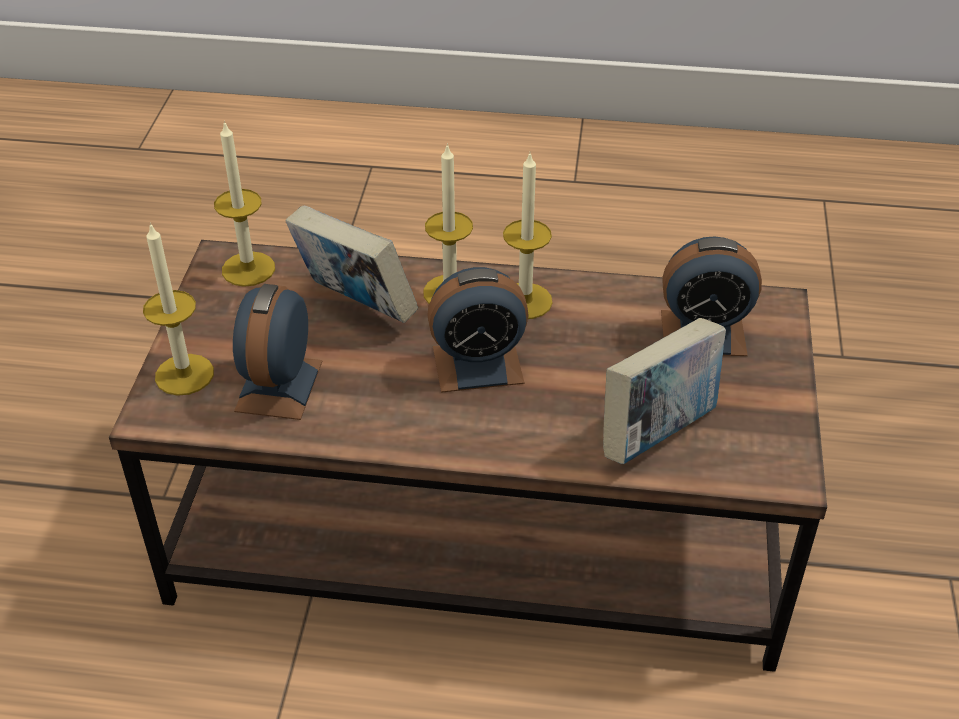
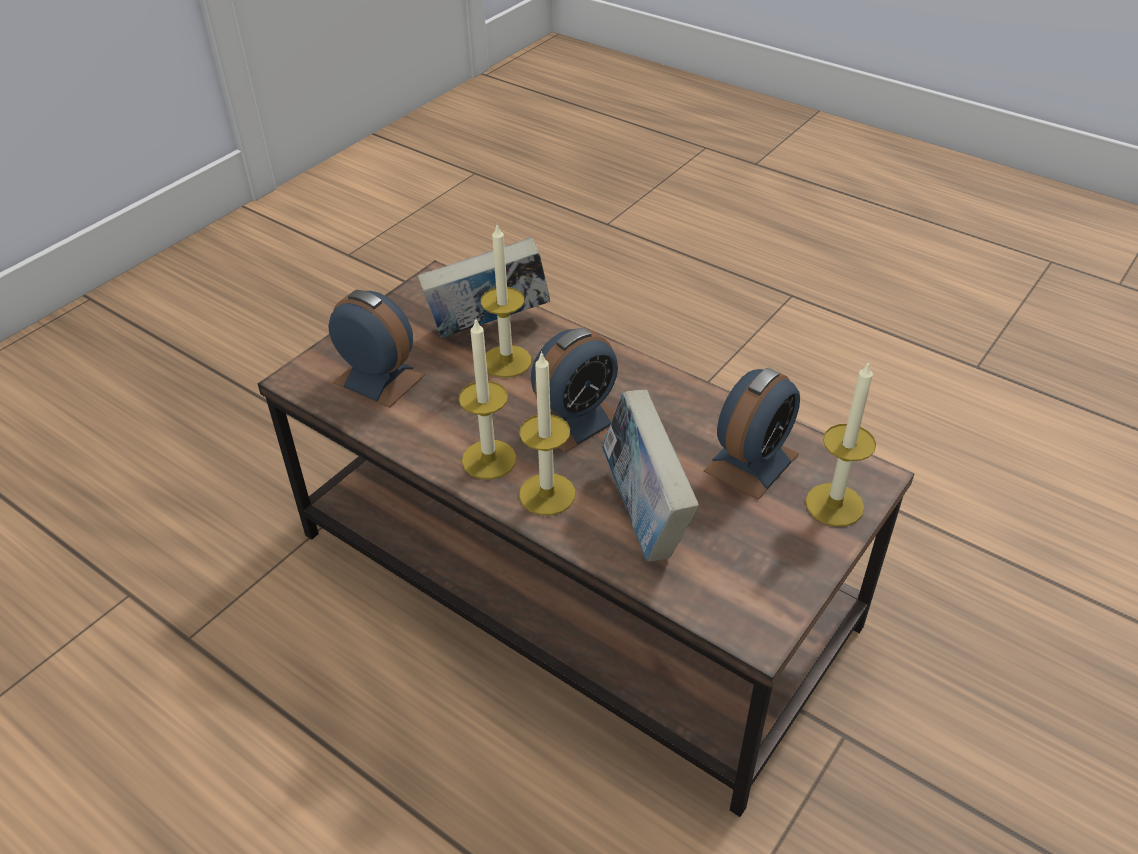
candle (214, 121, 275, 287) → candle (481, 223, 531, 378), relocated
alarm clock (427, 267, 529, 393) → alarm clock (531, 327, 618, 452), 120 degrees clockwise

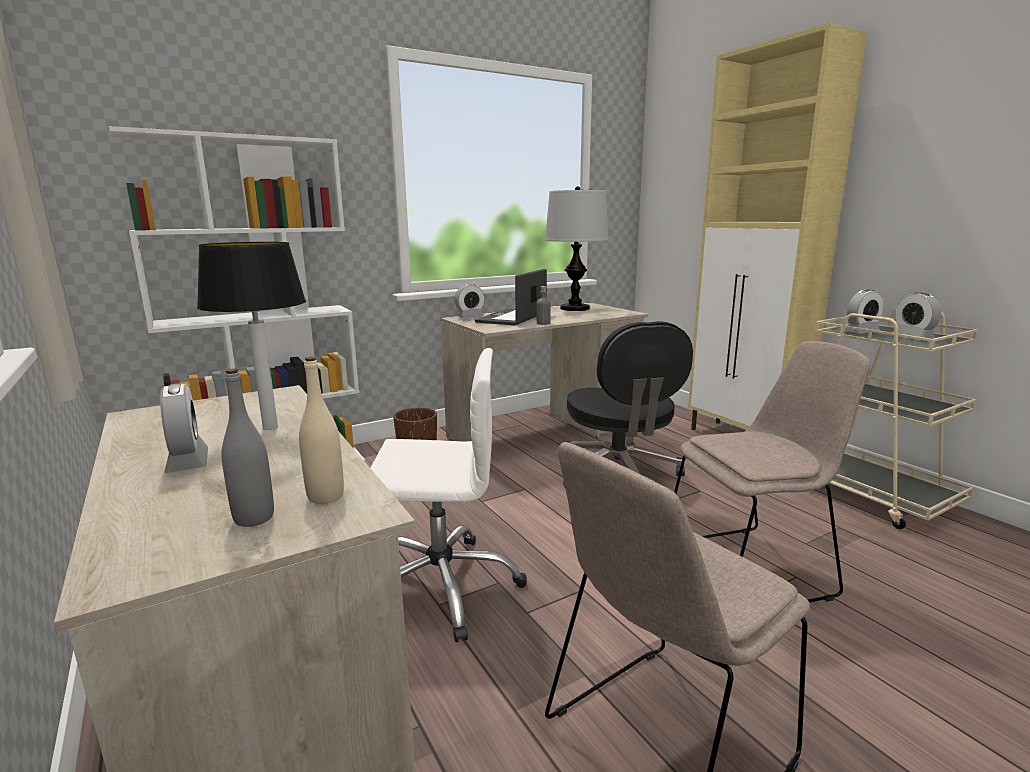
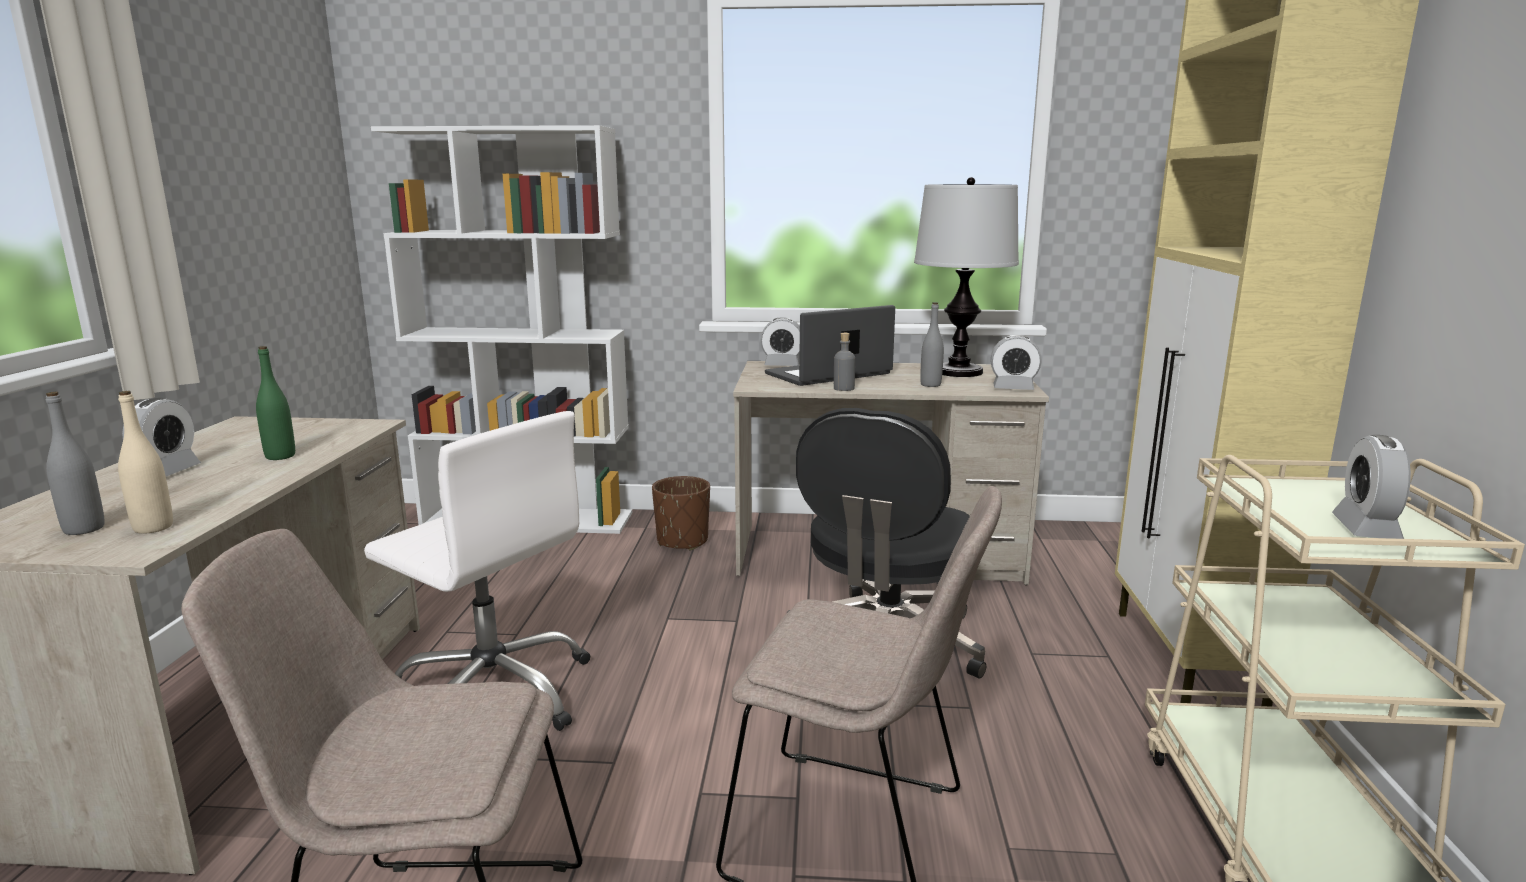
table lamp (197, 242, 306, 430) → bottle (green) (256, 346, 295, 460)
- → bottle (grey) (920, 302, 944, 387)
alarm clock (844, 290, 884, 334) → alarm clock (991, 335, 1042, 390), relocated

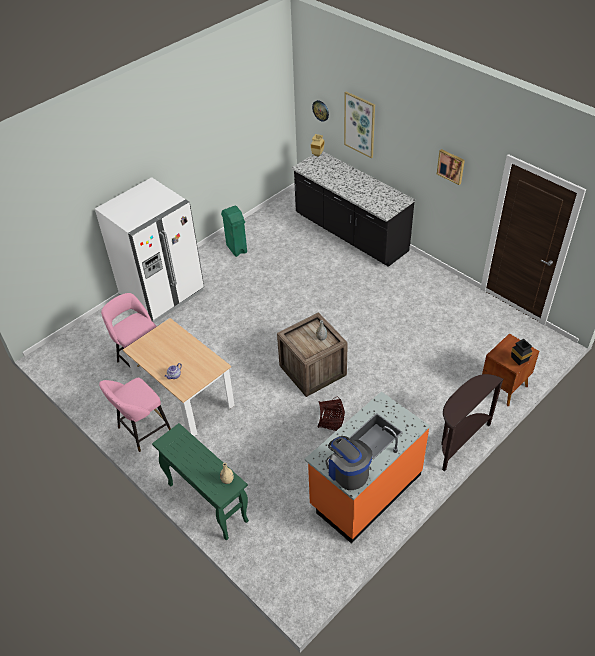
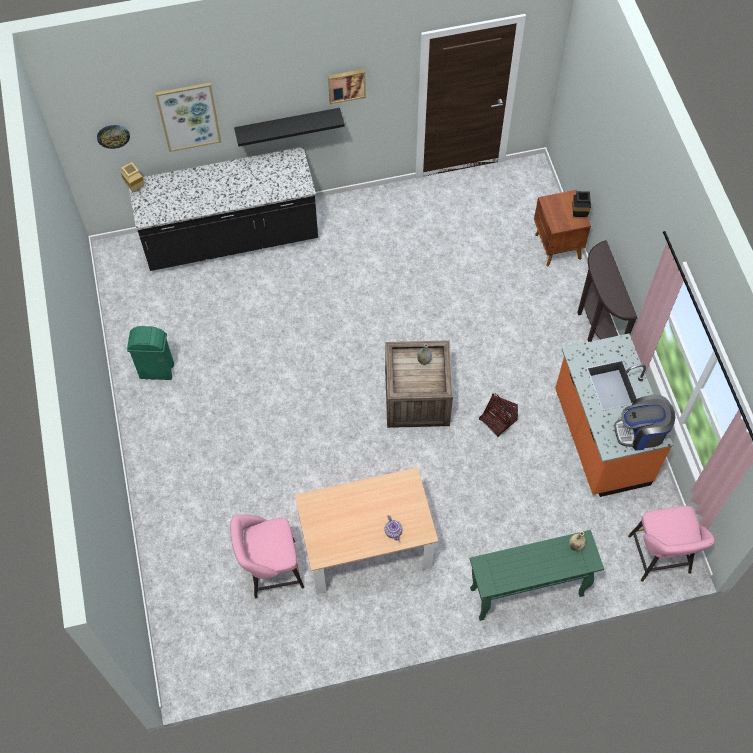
- → shelf (black) (234, 108, 345, 146)
stool (pink) (99, 378, 171, 452) → stool (pink) (628, 506, 715, 582), relocated
fridge (white) (95, 177, 204, 323) → -

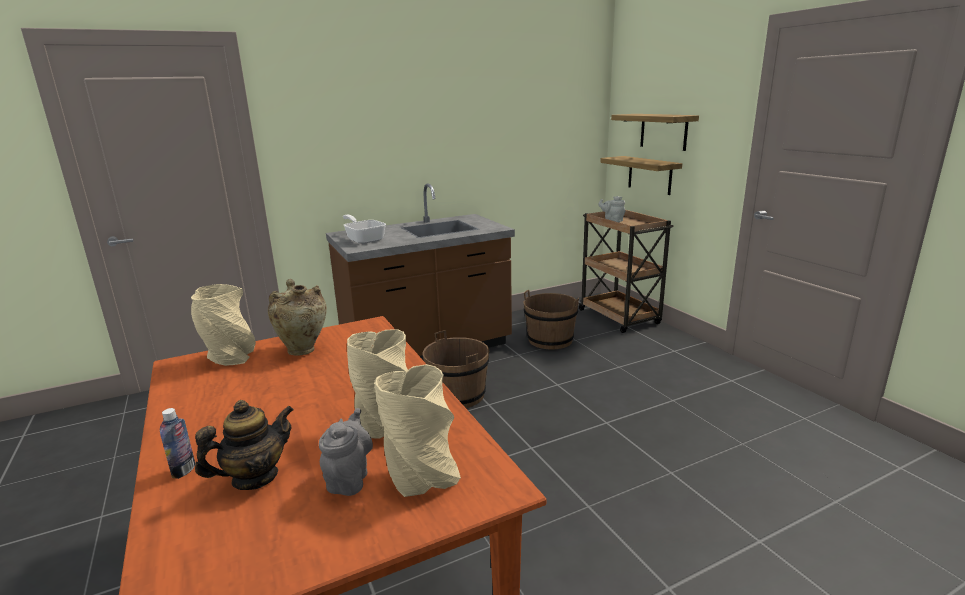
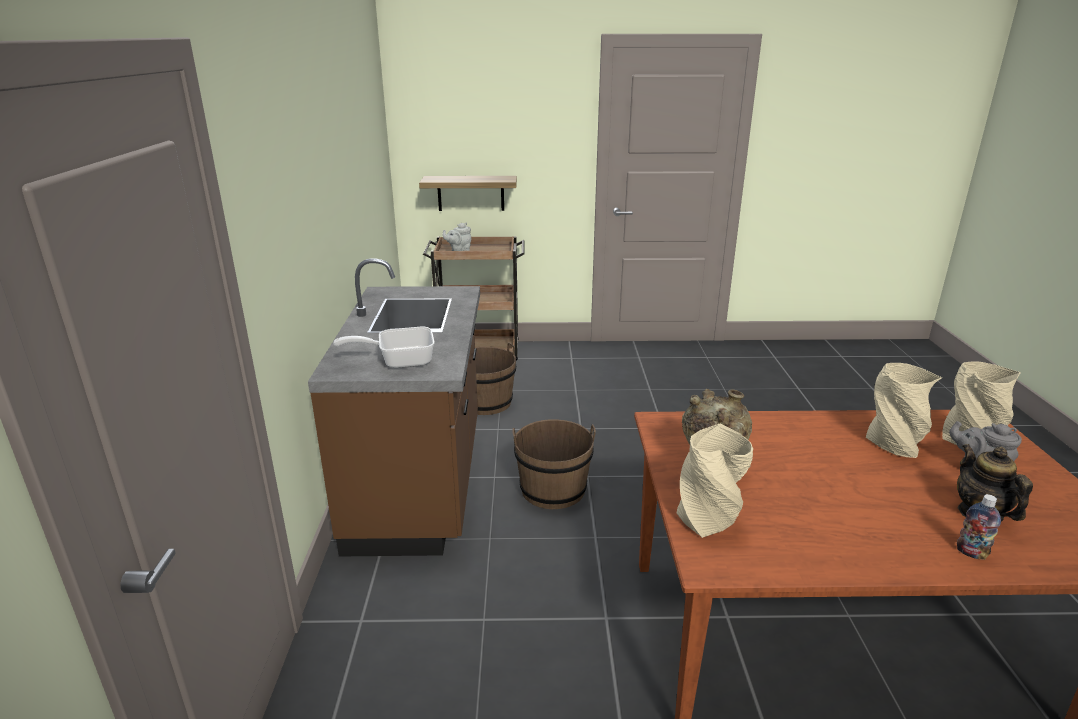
shelf (611, 114, 699, 151) → -

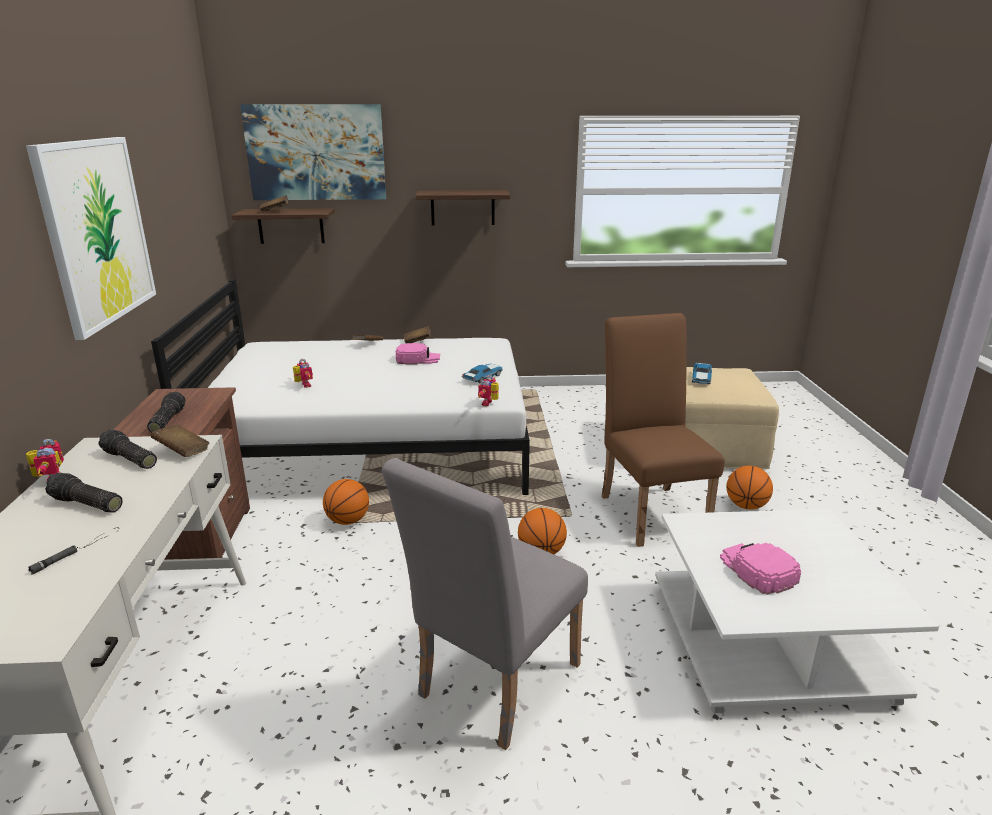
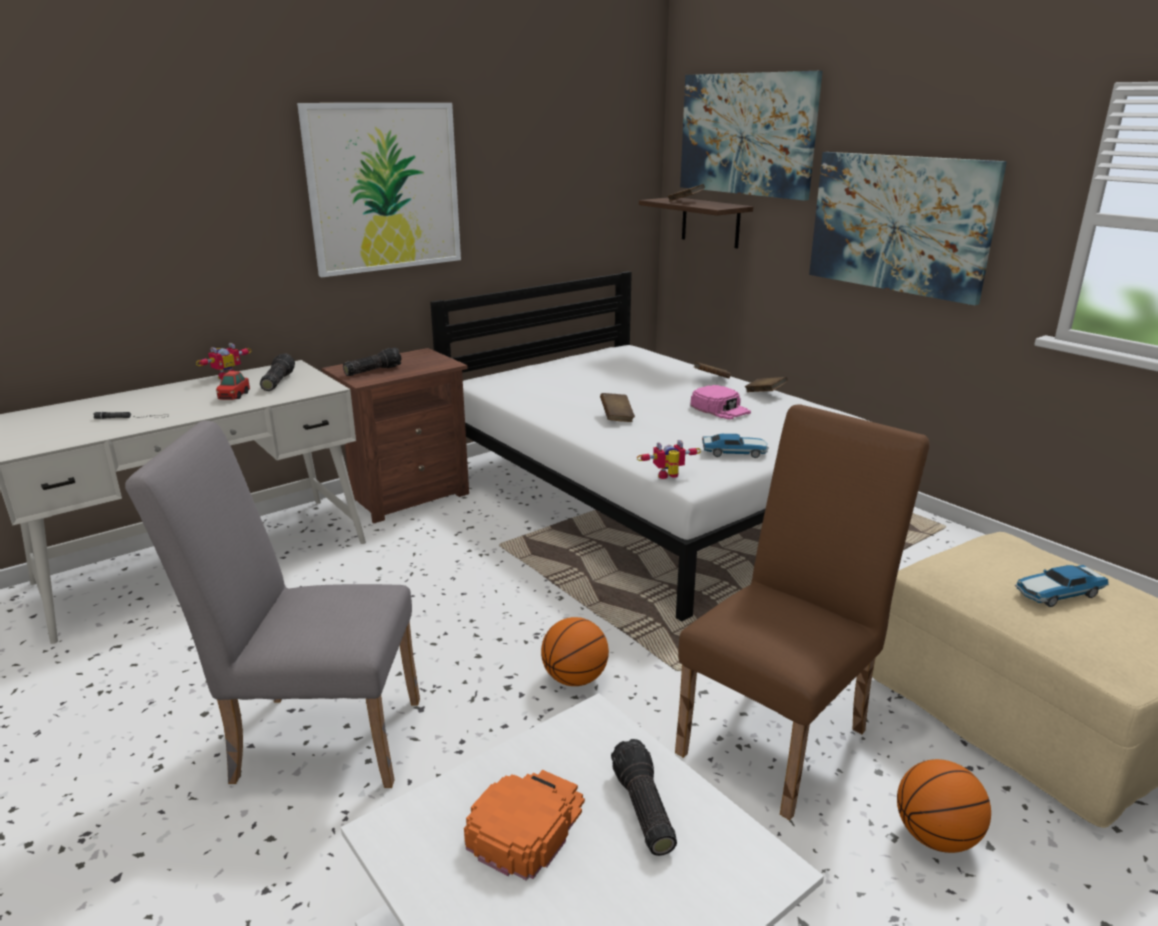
- → toy car (216, 371, 250, 400)
cap (pink) (720, 543, 801, 595) → cap (orange) (464, 770, 585, 881)
book (brown) (151, 424, 209, 457) → book (brown) (600, 393, 635, 422), relocated
flashlight (45, 473, 123, 513) → flashlight (611, 739, 677, 856), relocated
shelf (416, 190, 510, 226) → picture (809, 152, 1007, 305)
toy robot (293, 359, 313, 388) → -
basketball (323, 479, 369, 525) → -

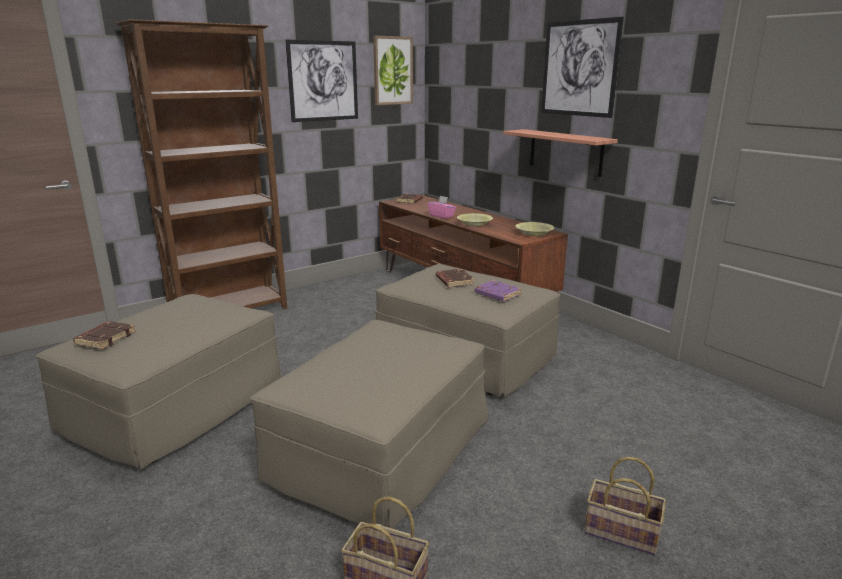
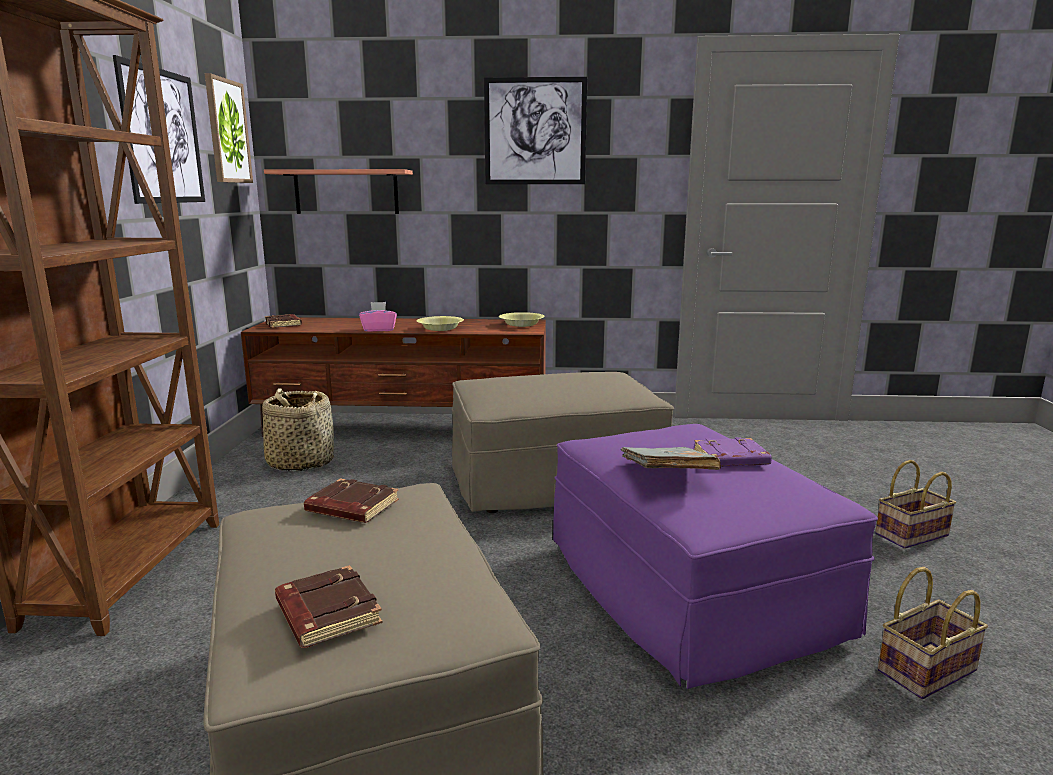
- → basket (262, 388, 334, 472)
shelf (503, 129, 618, 177) → shelf (264, 169, 413, 214), relocated
book (brown) (436, 269, 474, 287) → book (brown) (304, 479, 399, 523), relocated
ottoman (beige) (250, 320, 489, 529) → ottoman (purple) (553, 424, 878, 689)
- → book (grey) (621, 447, 721, 470)
book (purple) (475, 280, 521, 302) → book (purple) (694, 437, 772, 467), relocated

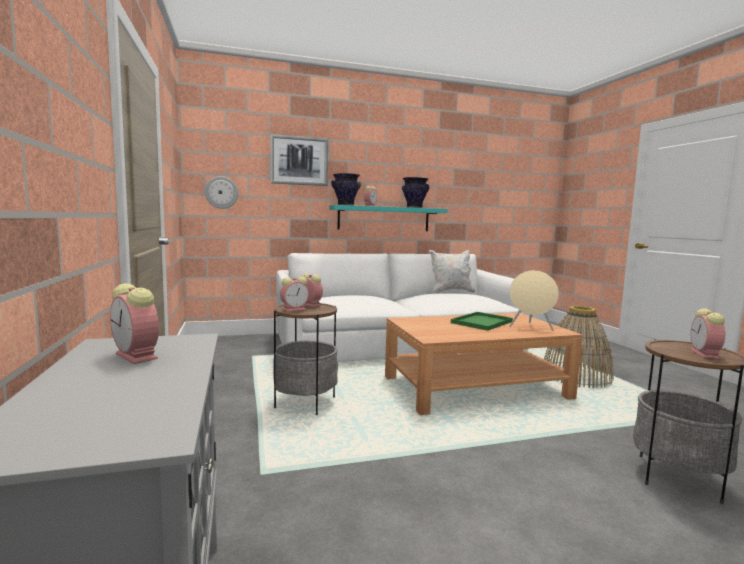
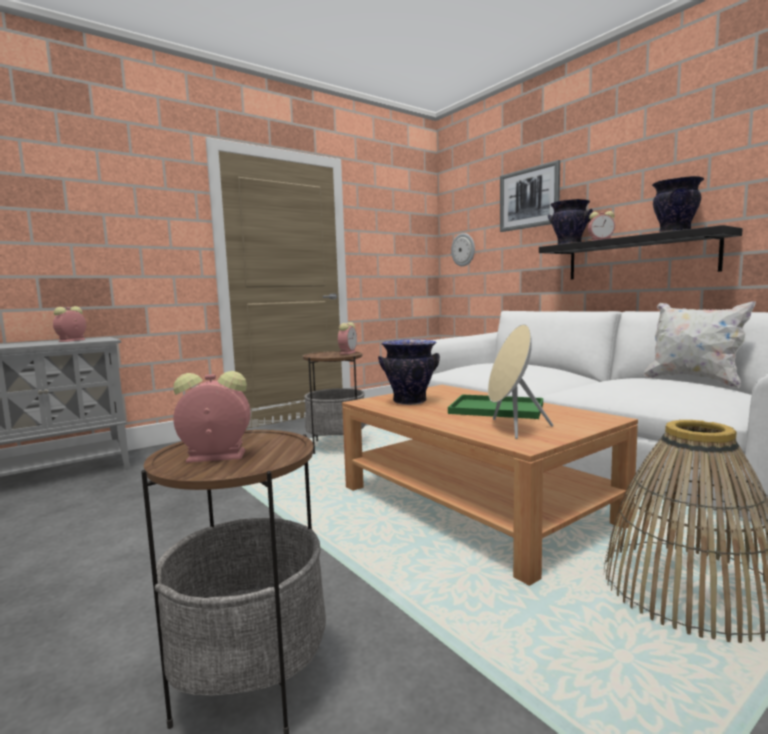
- → vase (378, 339, 440, 405)
shelf (turquoise) (329, 205, 447, 231) → shelf (black) (539, 225, 743, 279)
alarm clock (280, 277, 309, 312) → -

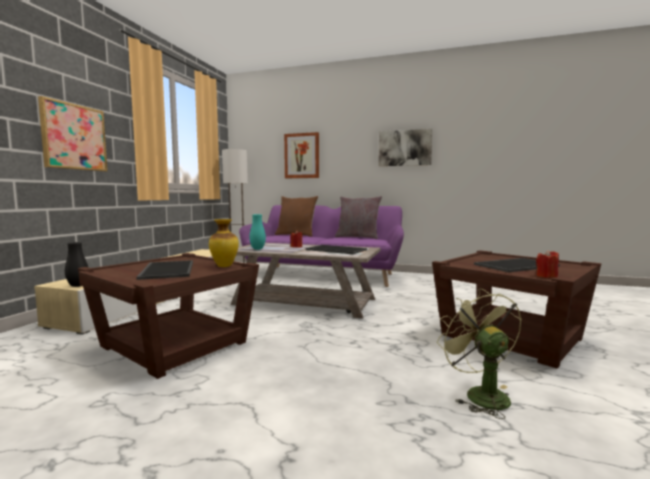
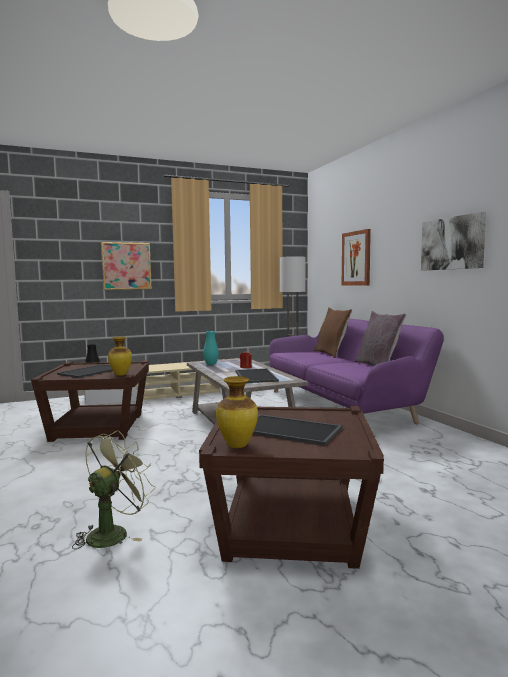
candle (red) (536, 250, 559, 278) → vase (216, 376, 258, 448)

